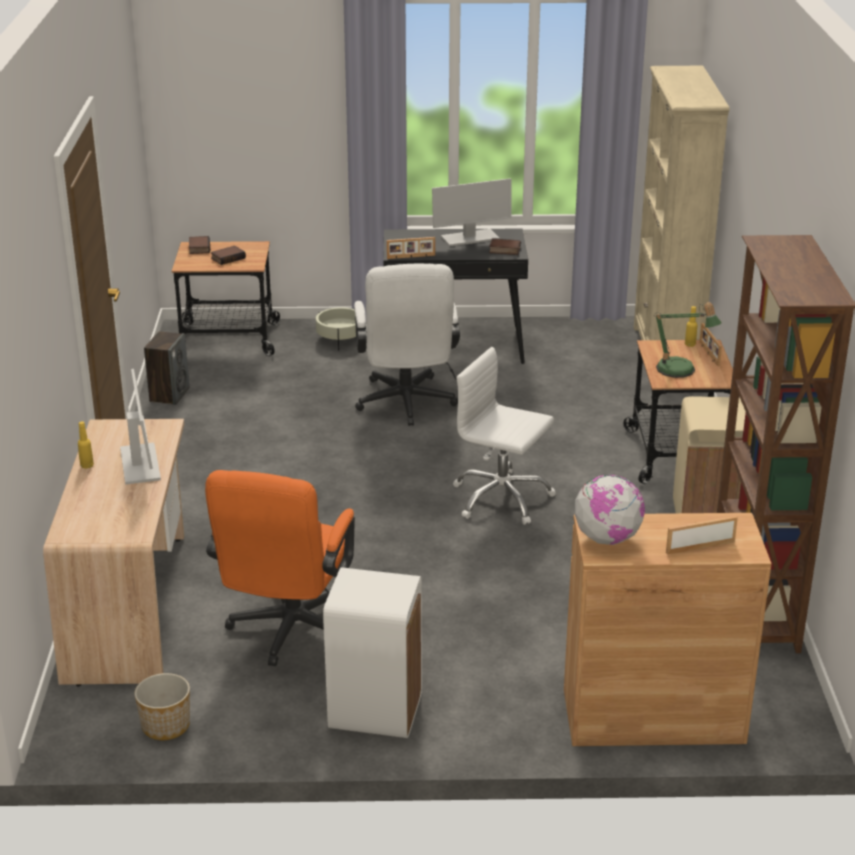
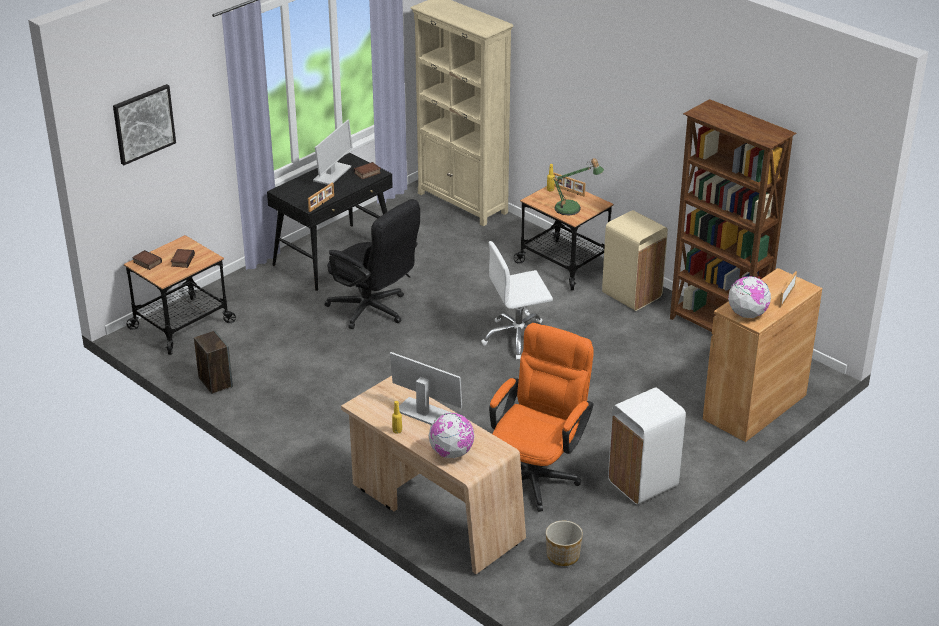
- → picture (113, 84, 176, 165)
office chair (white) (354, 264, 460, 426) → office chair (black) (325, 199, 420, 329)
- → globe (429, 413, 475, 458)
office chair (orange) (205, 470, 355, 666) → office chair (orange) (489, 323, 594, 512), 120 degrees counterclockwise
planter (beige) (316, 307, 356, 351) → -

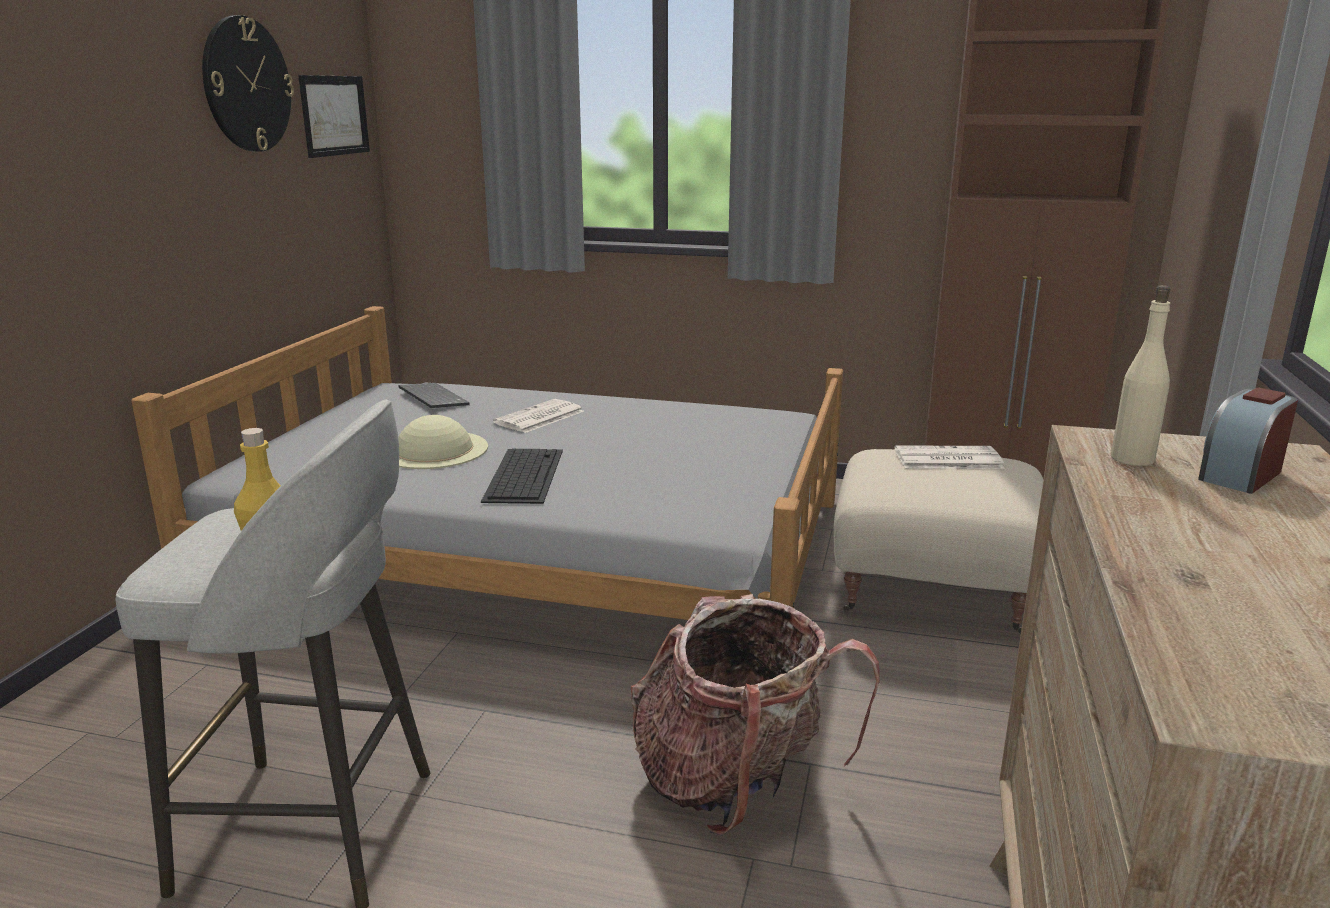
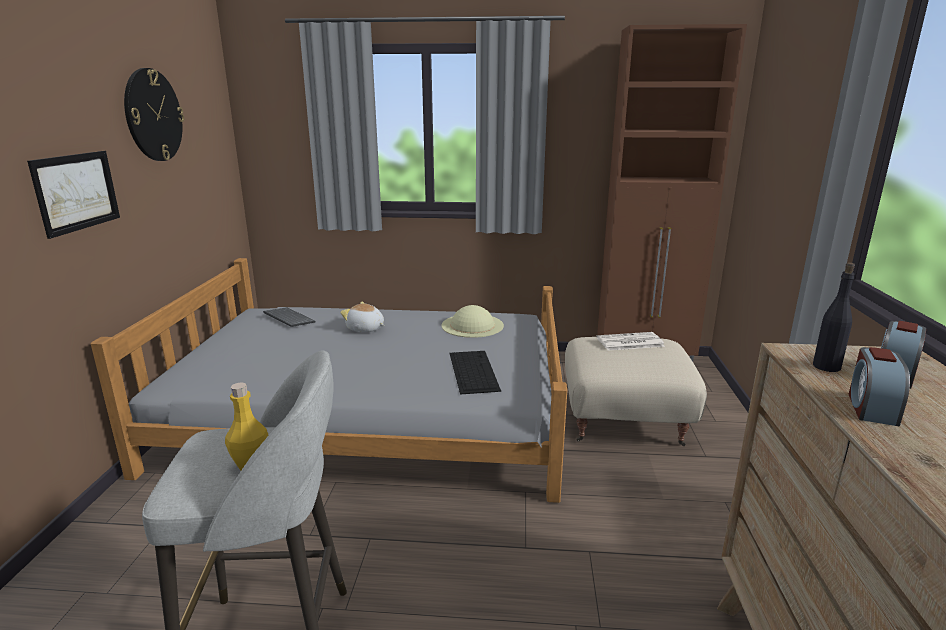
picture (298, 75, 370, 158) → picture (27, 151, 120, 239), relocated
newspaper (493, 399, 584, 433) → plush toy (340, 302, 384, 332)
hat (beige) (398, 415, 488, 469) → hat (beige) (442, 305, 504, 338), relocated
keyboard (481, 449, 563, 504) → keyboard (449, 351, 501, 395), relocated
bottle (beige) (1111, 285, 1170, 466) → bottle (black) (813, 263, 855, 372)
- → alarm clock (849, 347, 910, 426)
backpack (631, 594, 880, 836) → -

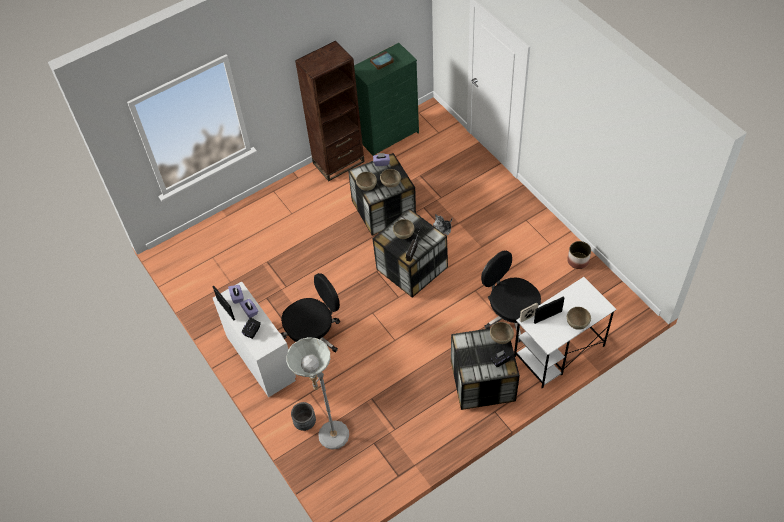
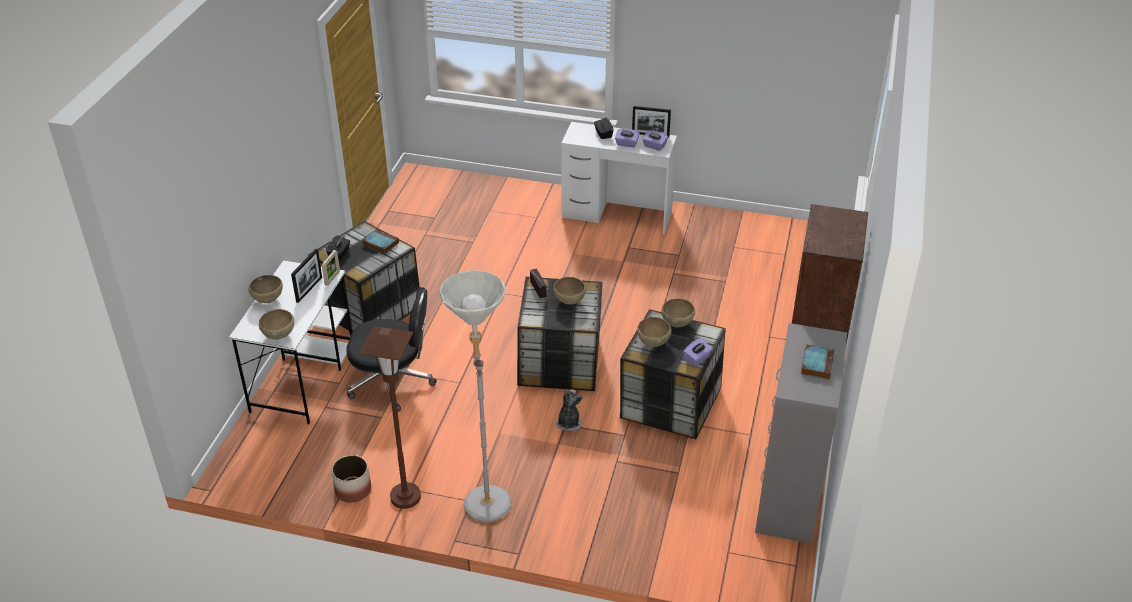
bowl (brown) (490, 322, 514, 344) → bowl (brown) (259, 309, 294, 340), relocated
- → floor lamp (brown) (359, 326, 421, 509)
- → book (362, 229, 399, 254)
floor lamp (grey) (286, 337, 349, 450) → floor lamp (grey) (440, 270, 511, 523), relocated
dresser (green) (354, 43, 419, 156) → dresser (grey) (755, 323, 847, 544)
office chair (black) (281, 273, 340, 352) → -
planter (grey) (291, 402, 316, 431) → -

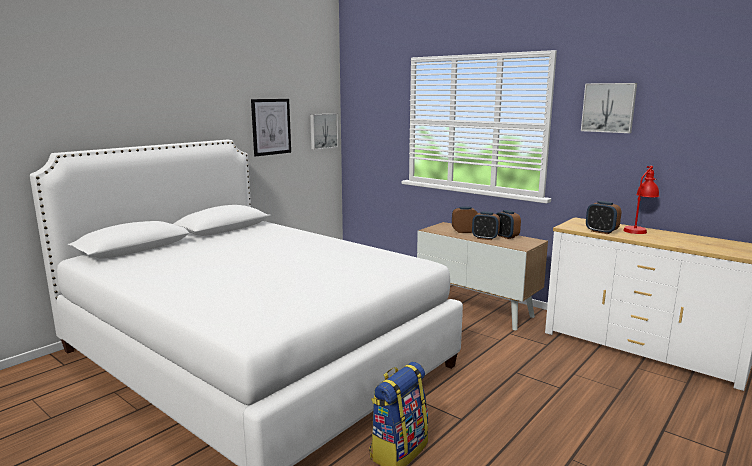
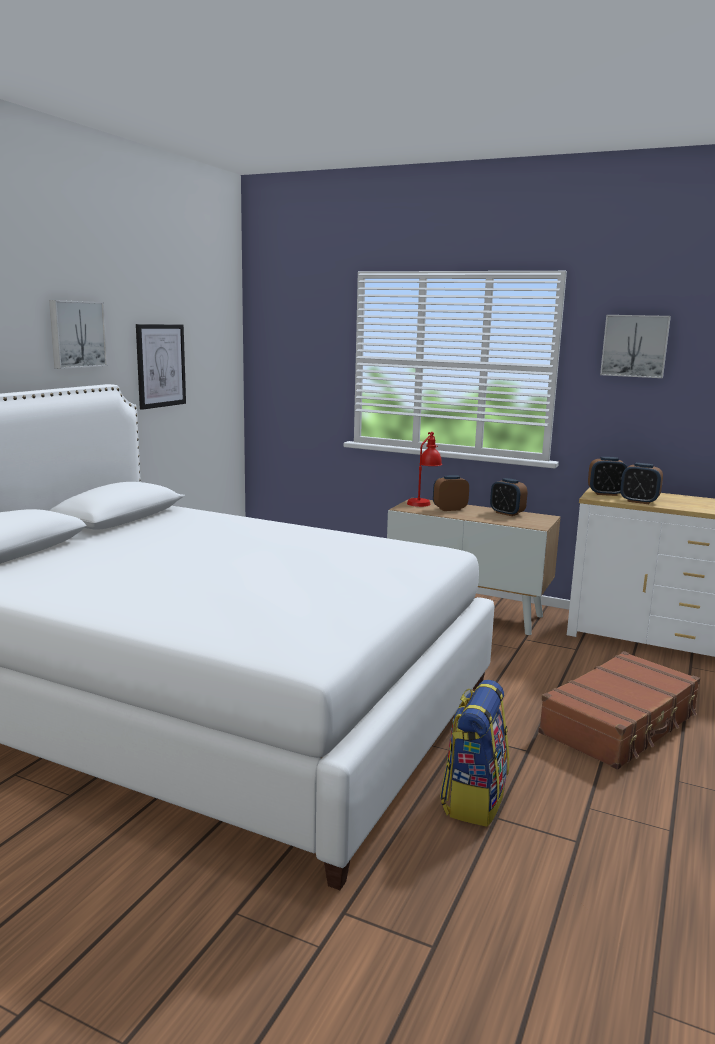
picture (310, 113, 338, 150) → picture (49, 300, 108, 369), relocated
table lamp (red) (623, 166, 659, 234) → table lamp (red) (407, 432, 442, 507), relocated
- → suitcase (brown) (538, 651, 700, 770)
alarm clock (472, 211, 500, 240) → alarm clock (588, 457, 627, 496), relocated

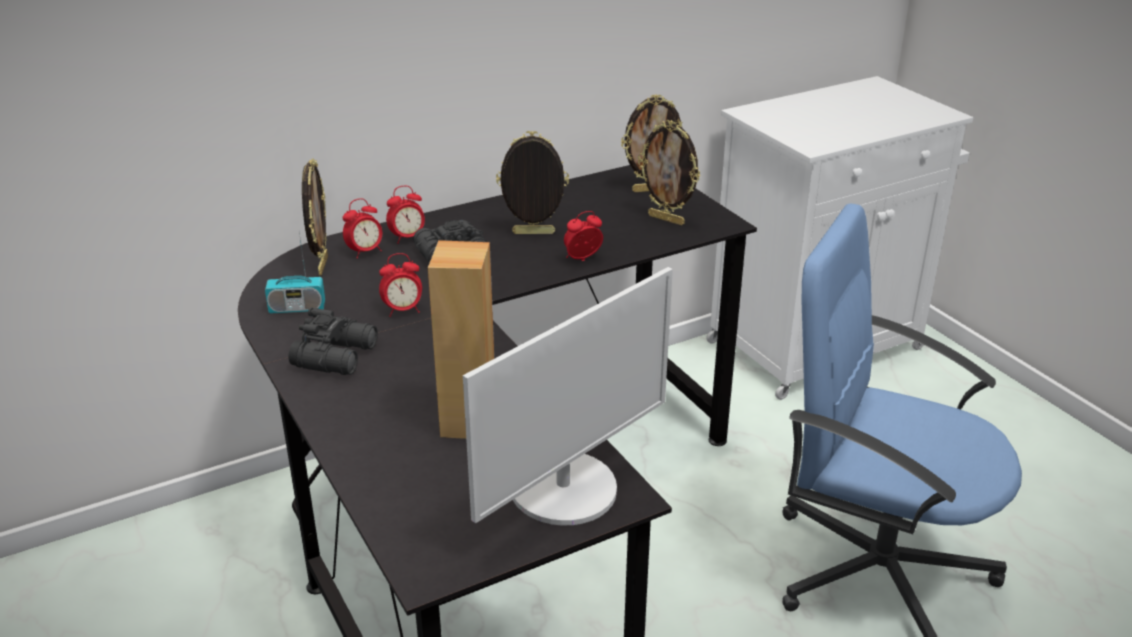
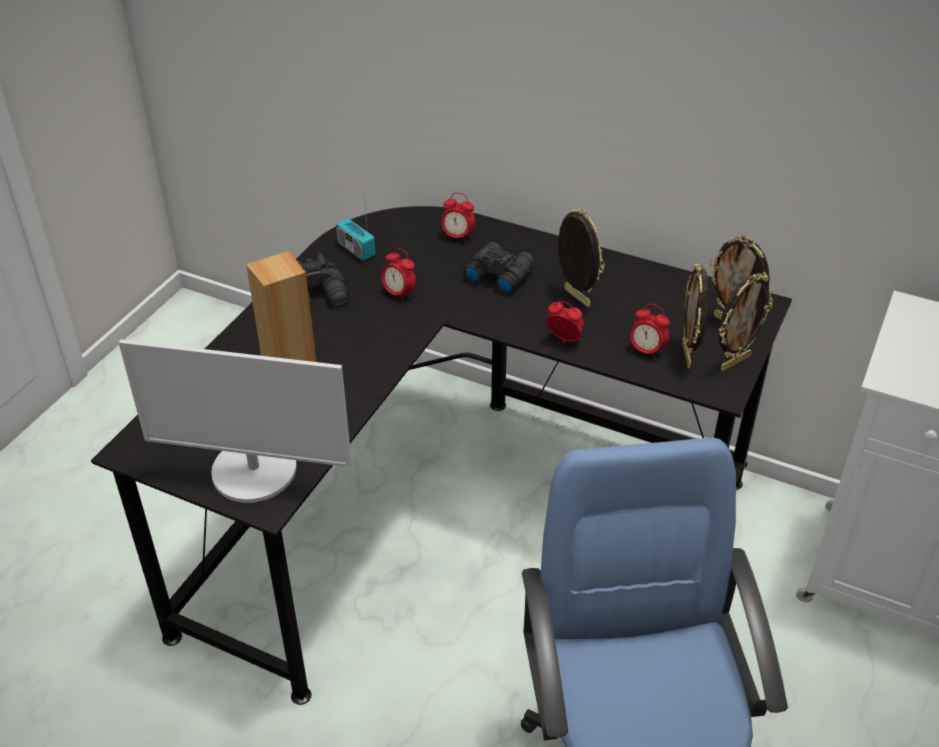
alarm clock (386, 186, 425, 244) → alarm clock (630, 304, 670, 360), relocated
picture frame (302, 158, 328, 275) → picture frame (719, 273, 773, 371), relocated

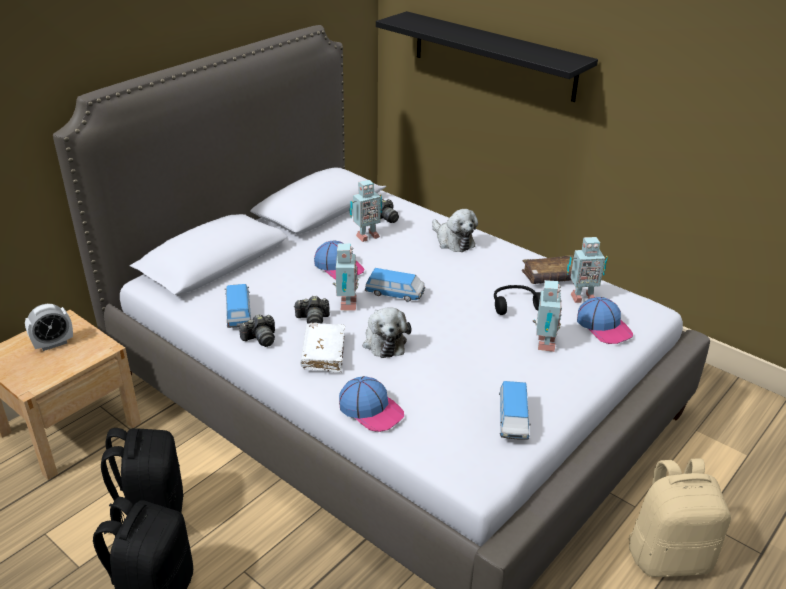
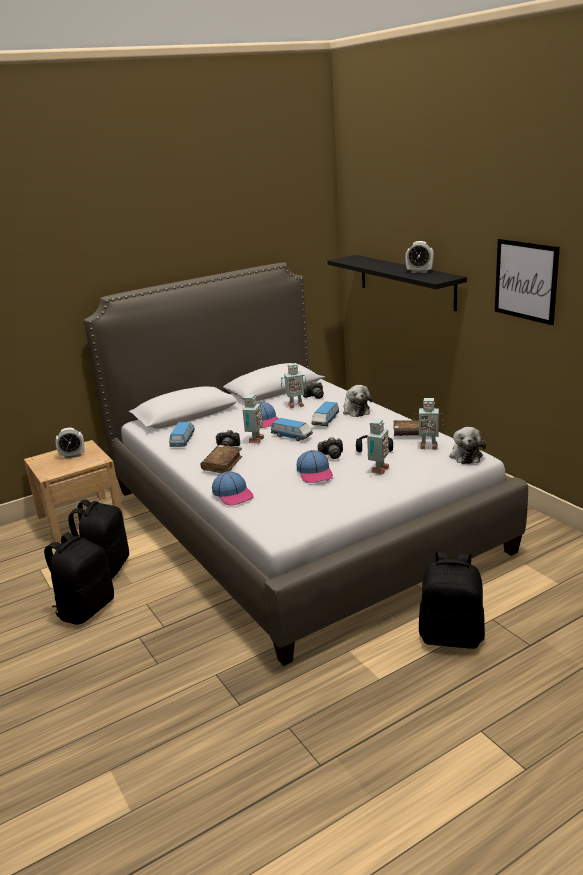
book (white) (300, 323, 345, 373) → book (brown) (200, 445, 242, 474)
cap (577, 297, 633, 344) → cap (297, 450, 333, 483), relocated
toy car (499, 381, 531, 440) → toy car (311, 402, 339, 427), relocated
photo camera (239, 314, 275, 347) → photo camera (318, 437, 343, 459), relocated
- → alarm clock (405, 241, 434, 273)
backpack (beige) (629, 458, 731, 577) → backpack (black) (419, 551, 485, 649)
plush toy (363, 307, 411, 358) → plush toy (449, 427, 486, 464), relocated
- → picture (495, 239, 560, 325)

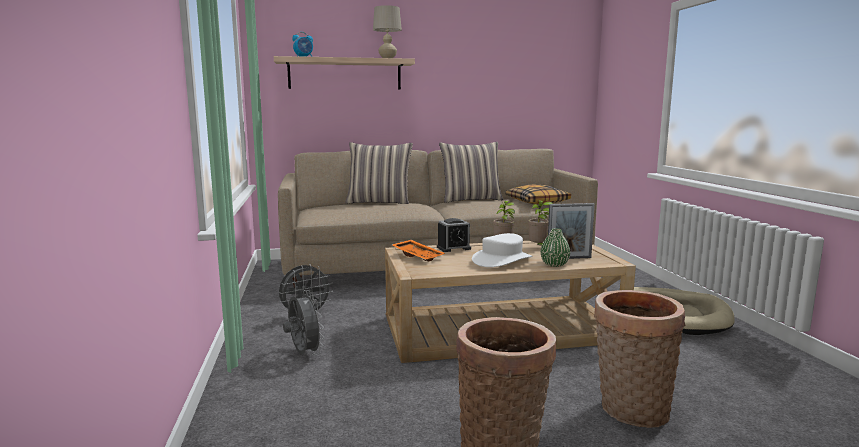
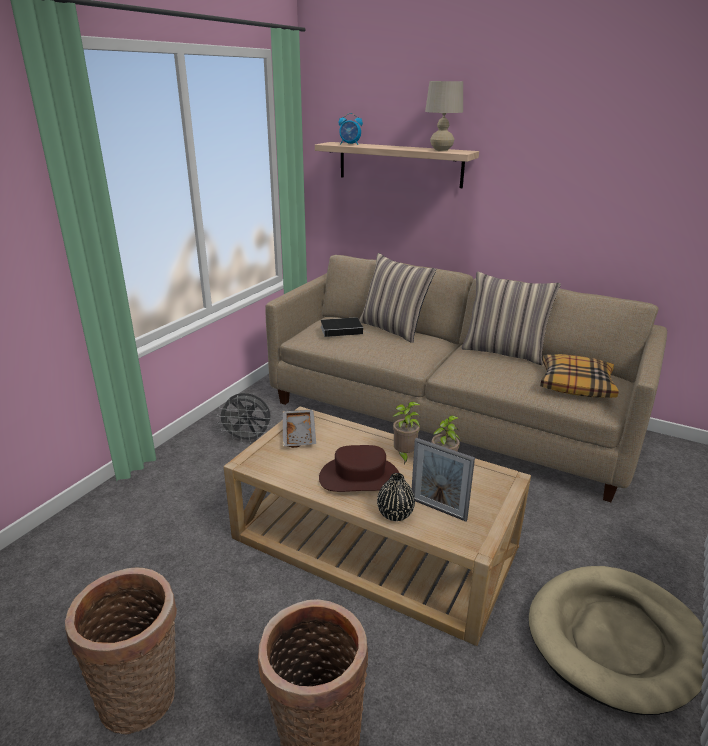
tray (orange) (392, 240, 445, 262) → tray (grey) (283, 410, 316, 448)
hat (white) (472, 233, 532, 267) → hat (brown) (319, 445, 399, 492)
- → book (321, 317, 369, 337)
vase (green) (541, 228, 570, 267) → vase (black) (377, 473, 415, 521)
fan (grey) (283, 290, 325, 356) → -
alarm clock (437, 218, 471, 252) → -

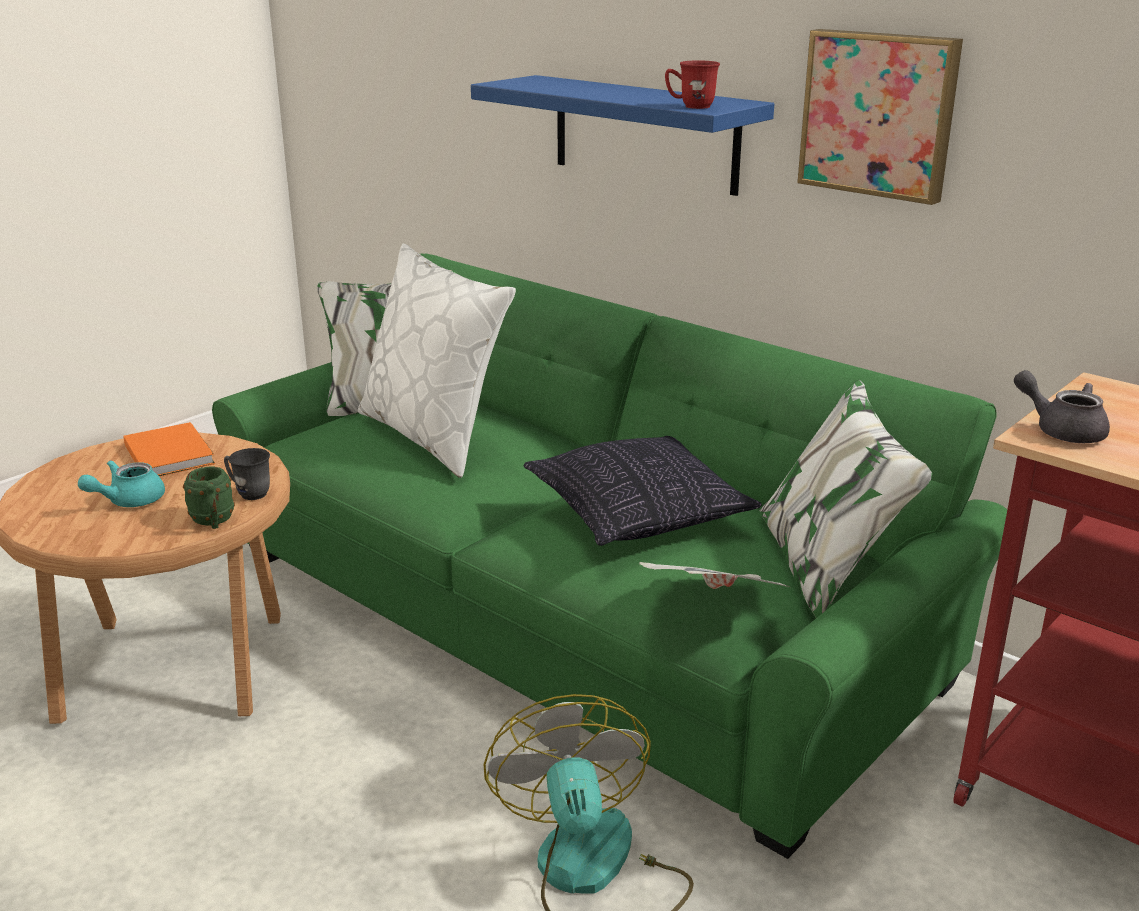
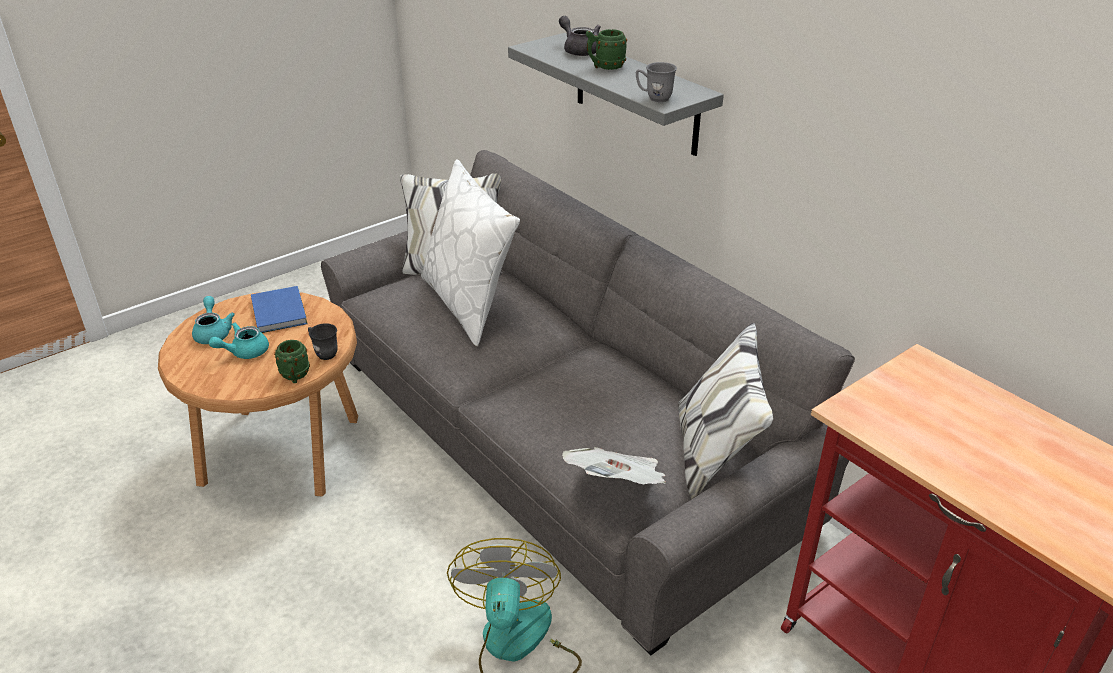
- → teapot (turquoise) (192, 296, 235, 344)
book (orange) (123, 422, 215, 476) → book (blue) (251, 286, 308, 333)
sofa (green) (212, 254, 1007, 859) → sofa (grey) (321, 150, 855, 655)
shelf (blue) (471, 75, 774, 196) → shelf (grey) (508, 33, 724, 156)
teapot (grey) (1014, 370, 1110, 443) → teapot (grey) (559, 16, 601, 56), relocated
- → mug (green) (586, 29, 627, 70)
mug (red) (665, 60, 720, 109) → mug (grey) (636, 62, 677, 102)
pillow (523, 436, 762, 546) → -
picture (797, 29, 963, 205) → -

